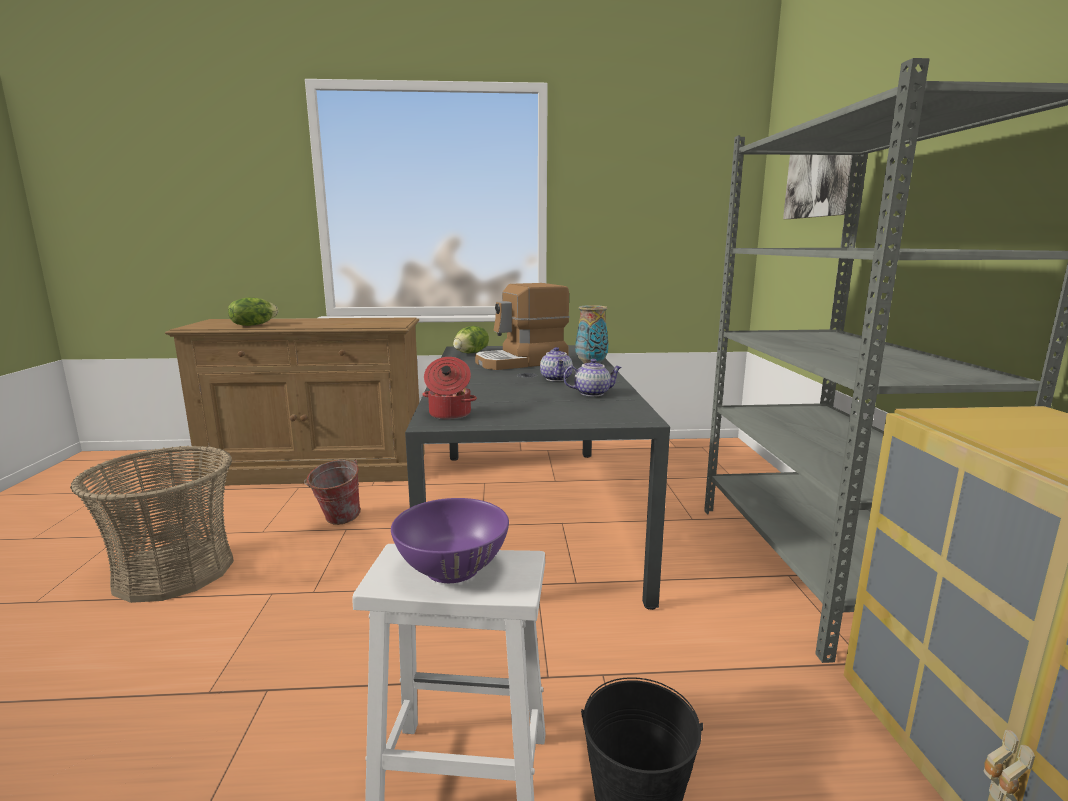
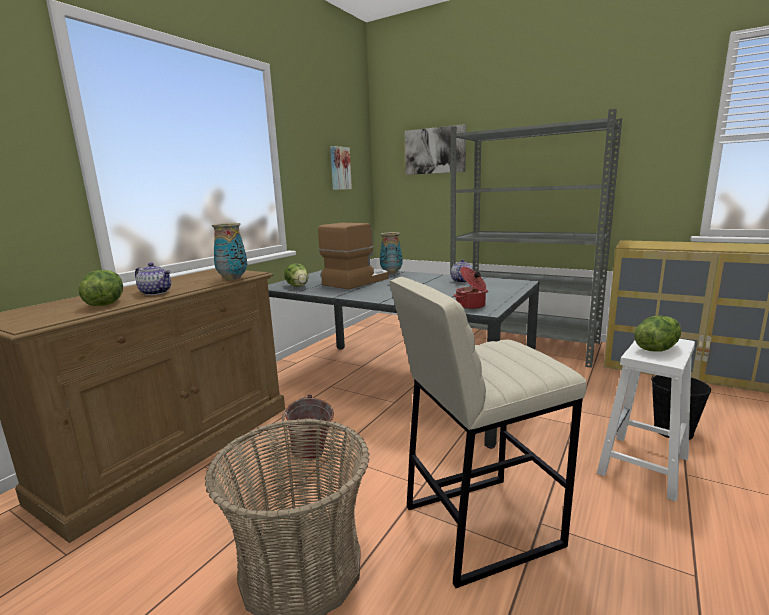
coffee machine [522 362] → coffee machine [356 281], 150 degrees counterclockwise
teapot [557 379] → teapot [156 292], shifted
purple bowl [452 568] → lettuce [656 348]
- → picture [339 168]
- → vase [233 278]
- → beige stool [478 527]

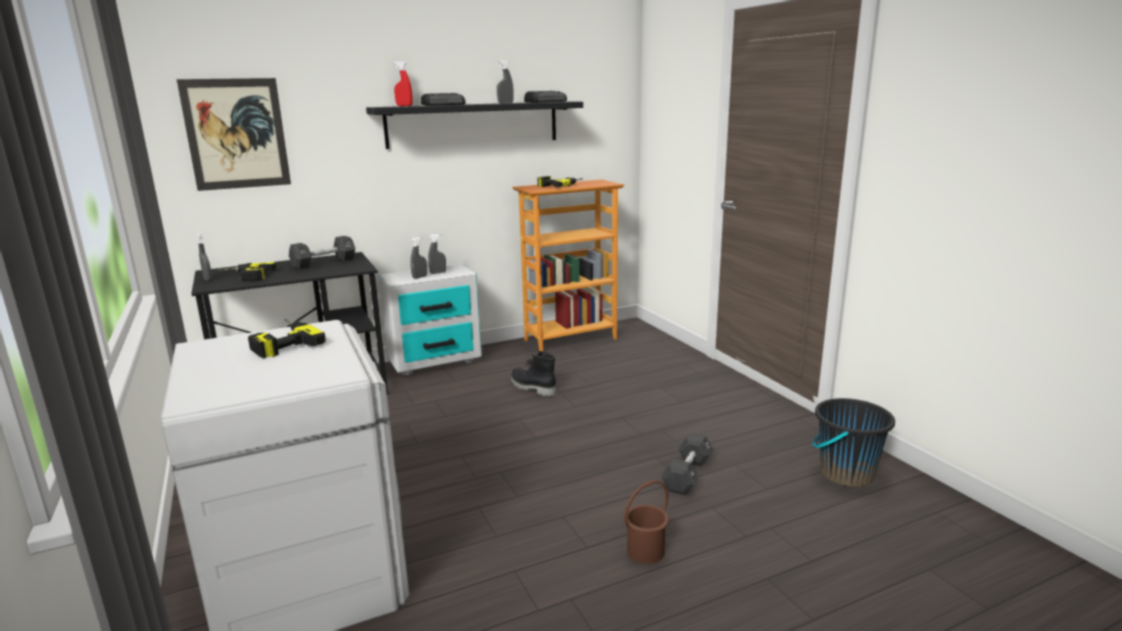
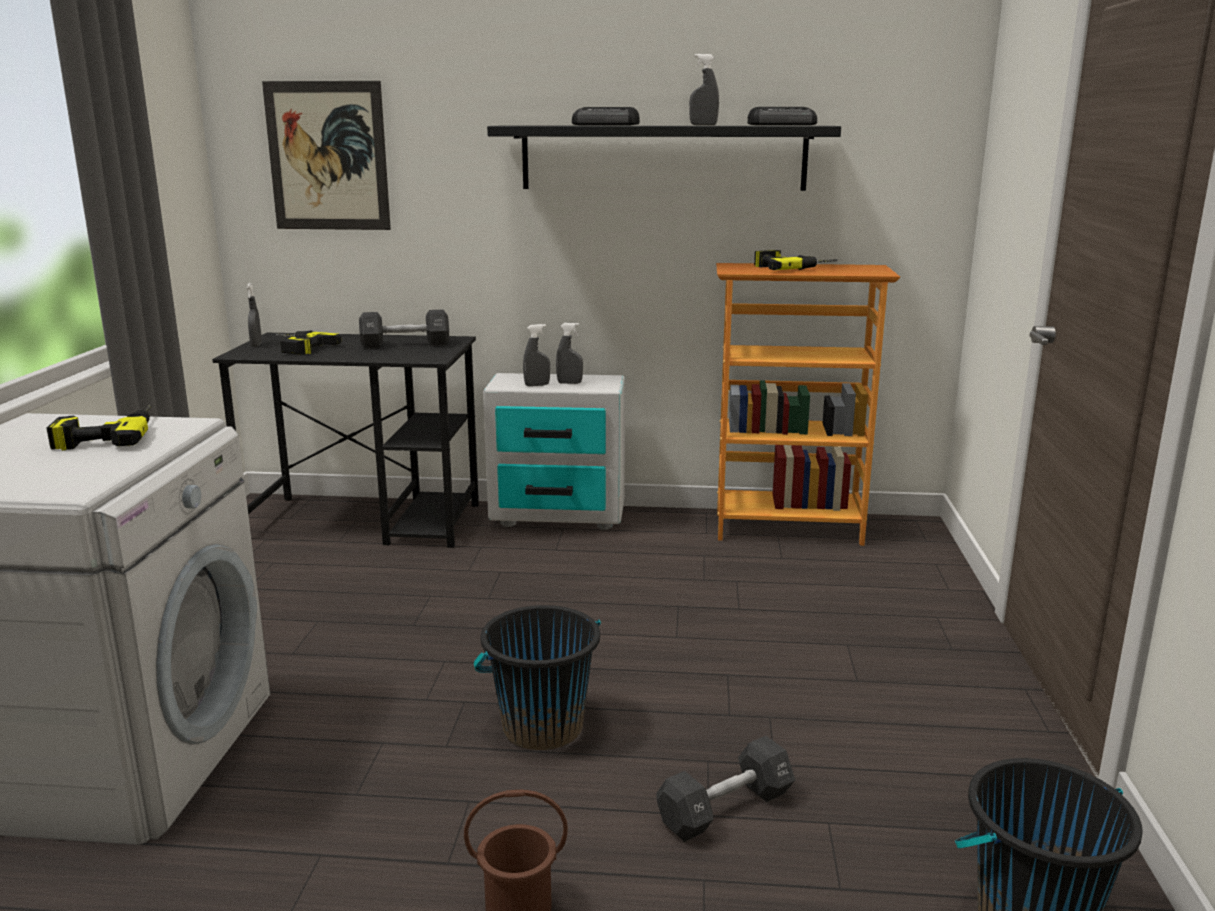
red spray bottle [404 106] → -
black boot [532 388] → -
- → black bucket [542 727]

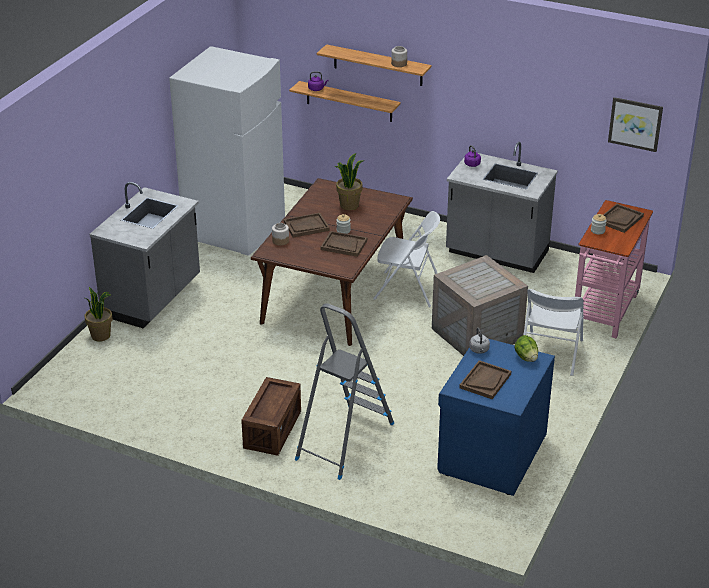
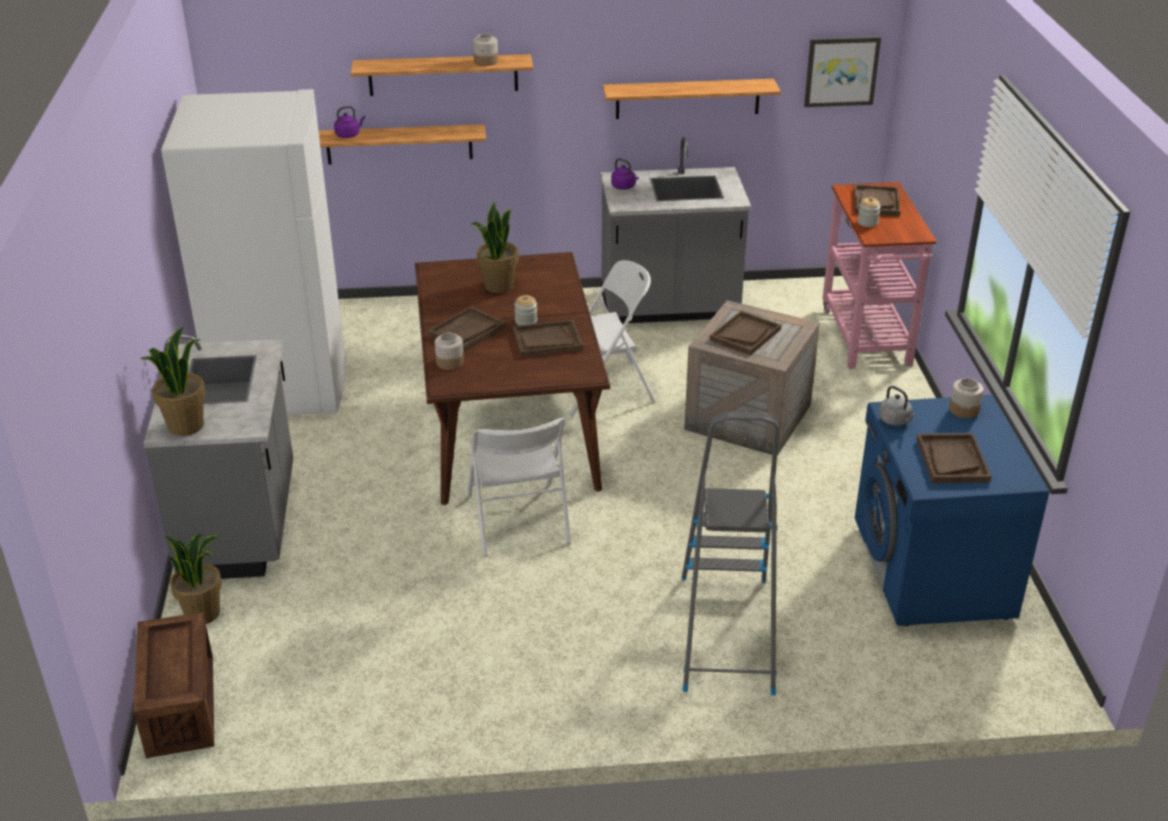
white chair [550 353] → white chair [517 519], shifted
lettuce [526 358] → jar [963 409]
crate [272 430] → crate [180 706], shifted
- → shelf [687 98]
- → brown tray [745 335]
- → potted plant [185 425]

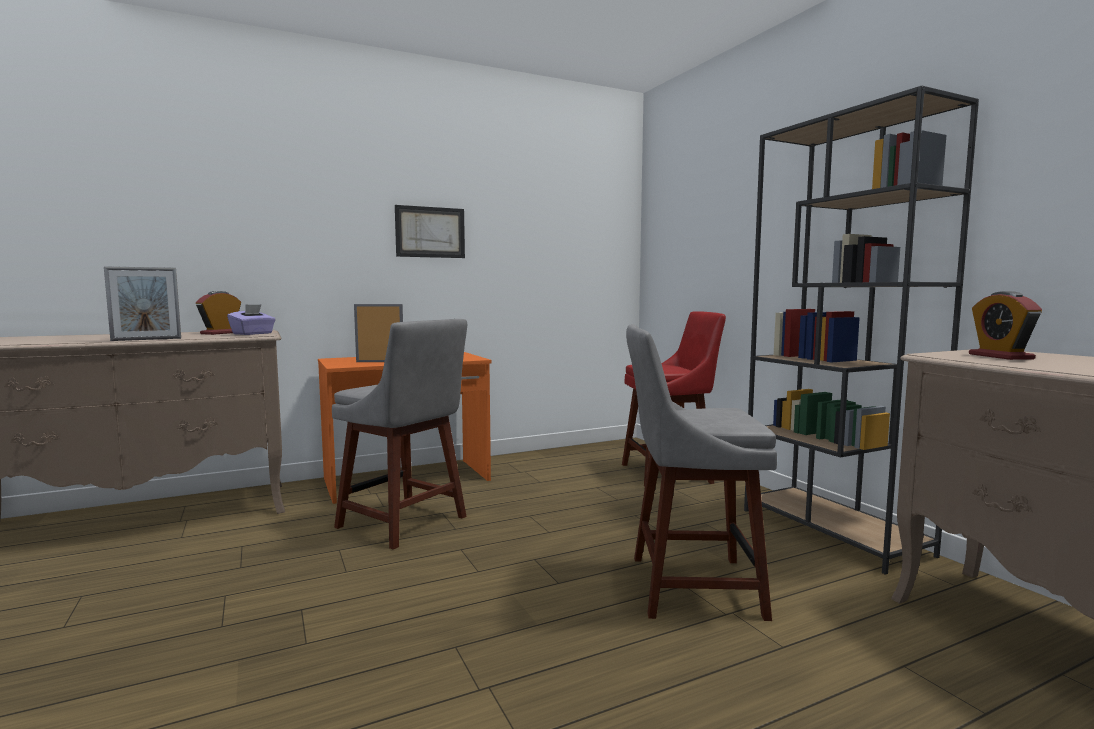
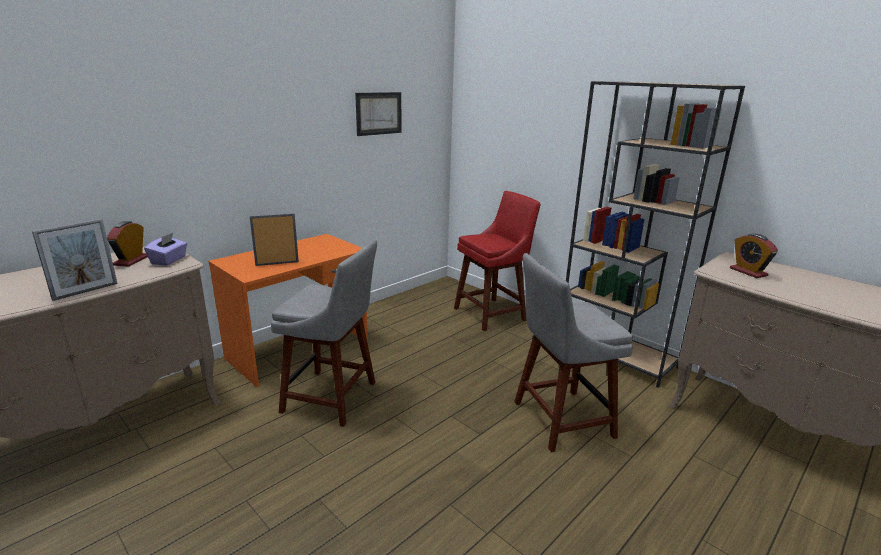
picture [430 232] → picture [378 113], shifted

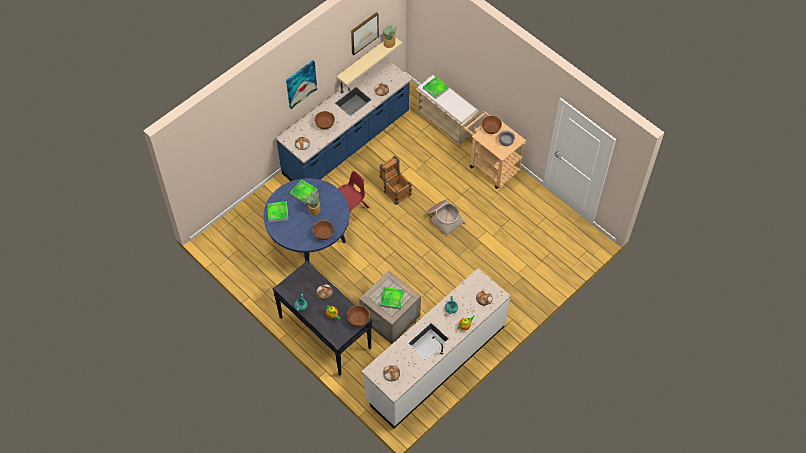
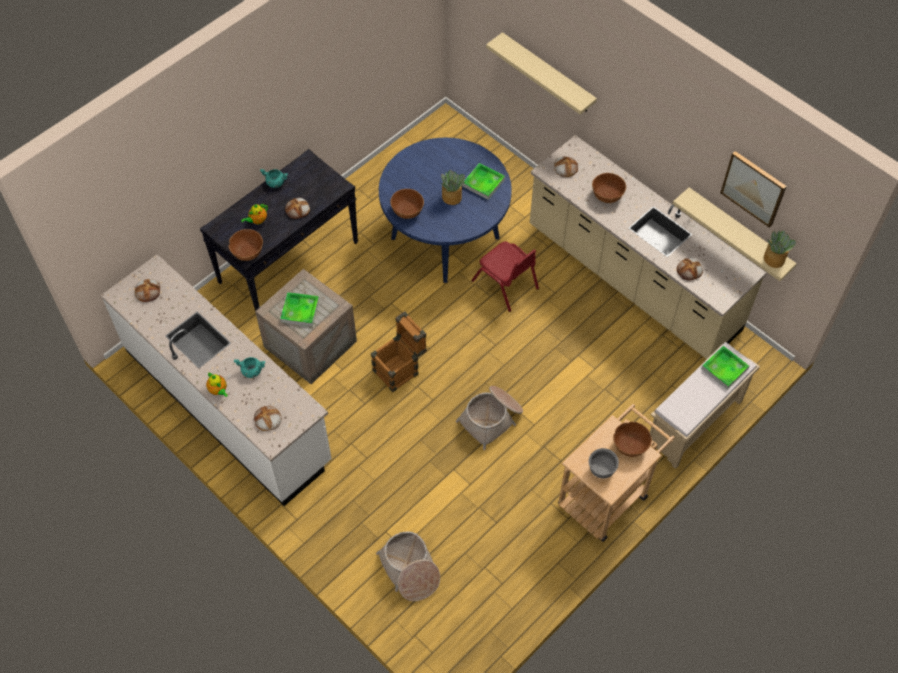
blue counter [347 144] → beige counter [632 279]
picture [301 84] → -
crate [395 191] → crate [400 369], shifted
tray [277 212] → -
- → beige shelf [547 73]
- → basket [410 570]

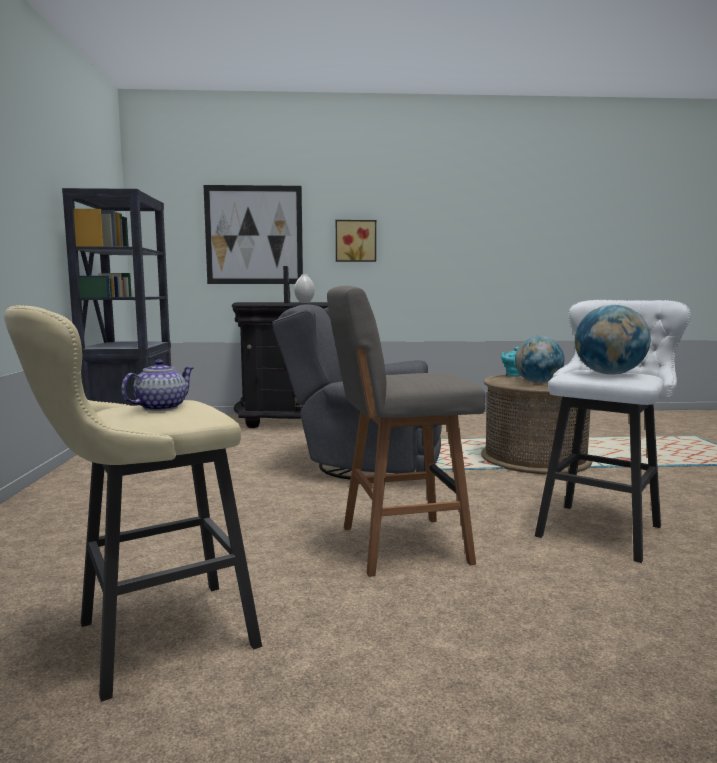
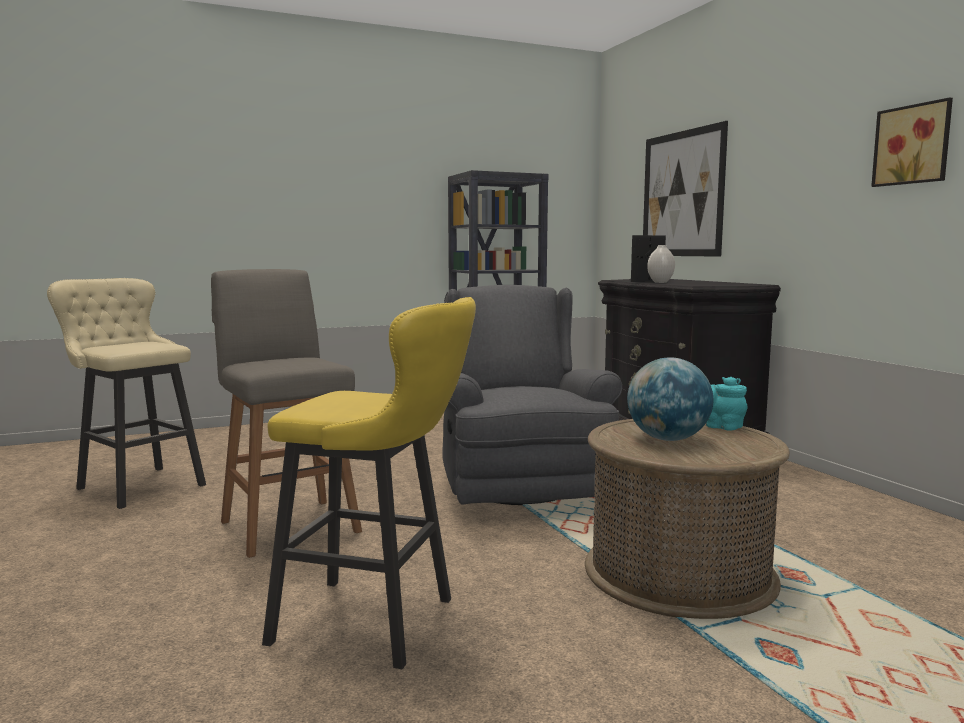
picture [355 241] → picture [913 145], shifted
white stool [603 526] → yellow stool [383 624]
globe [609 374] → -
teapot [160 407] → -

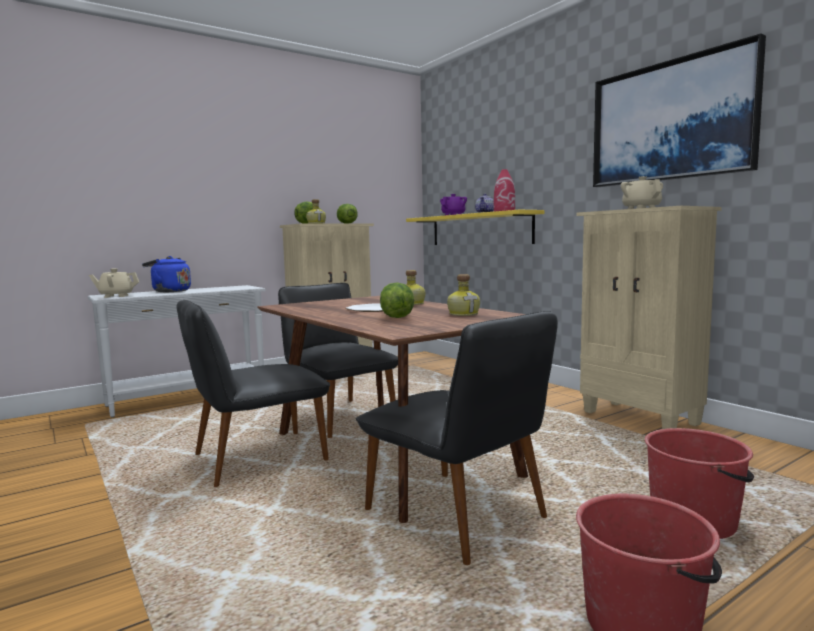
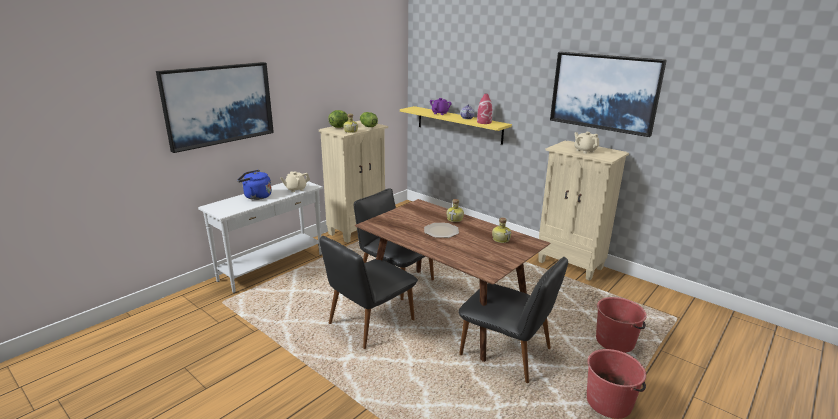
beige teapot [116 296] → beige teapot [295 189], shifted
lettuce [396 317] → -
- → picture [219 104]

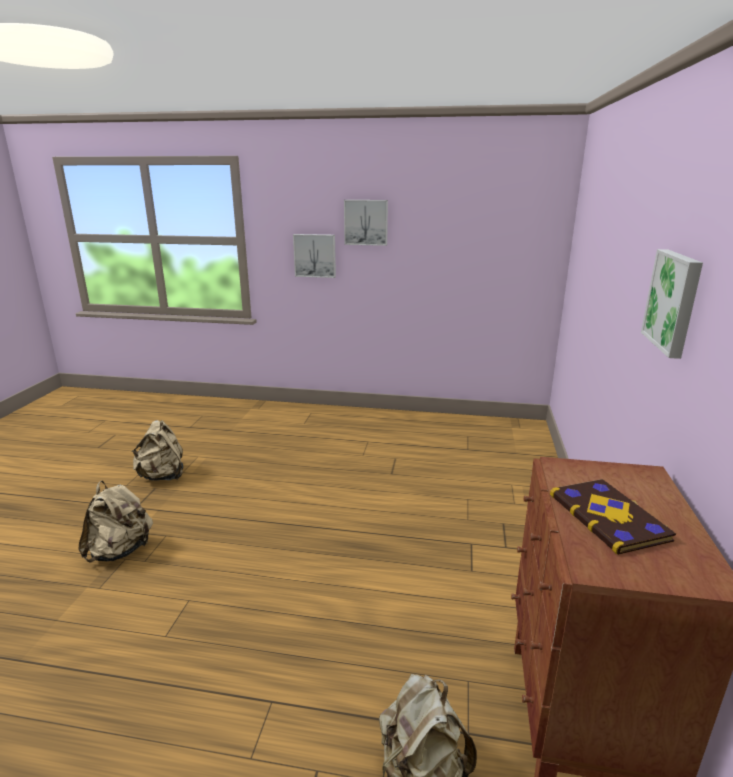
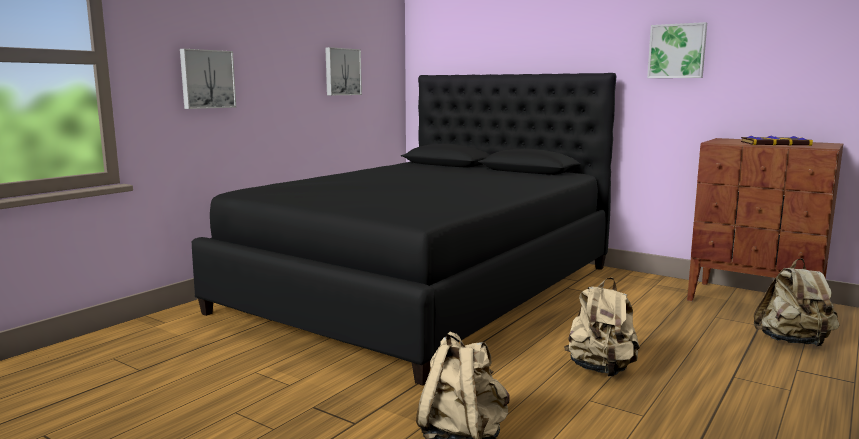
picture [366 222] → picture [342 72], shifted
beige backpack [162 476] → beige backpack [601 369], shifted
- → black bed [425 288]

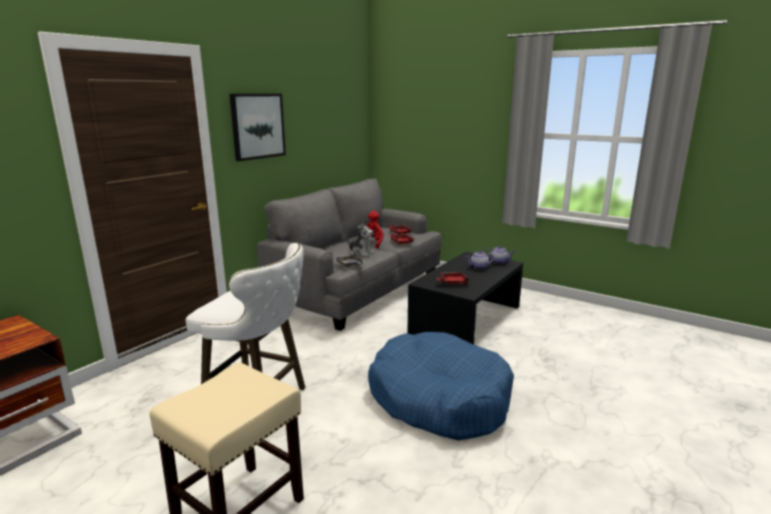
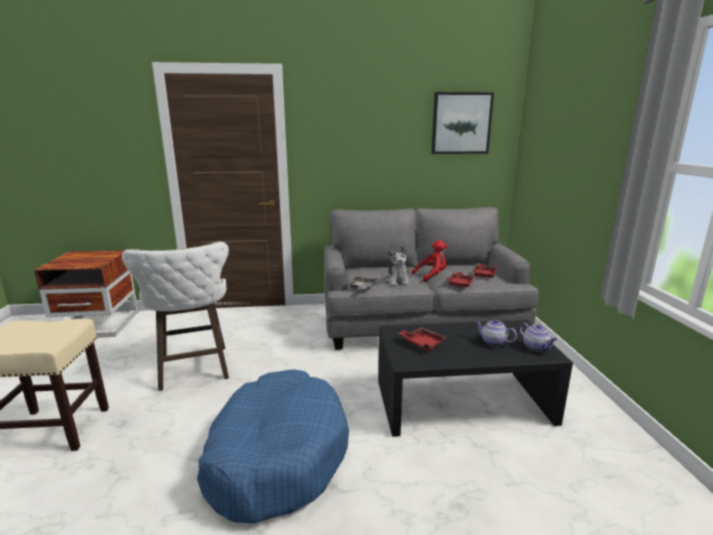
picture [257 126] → picture [461 123], shifted

